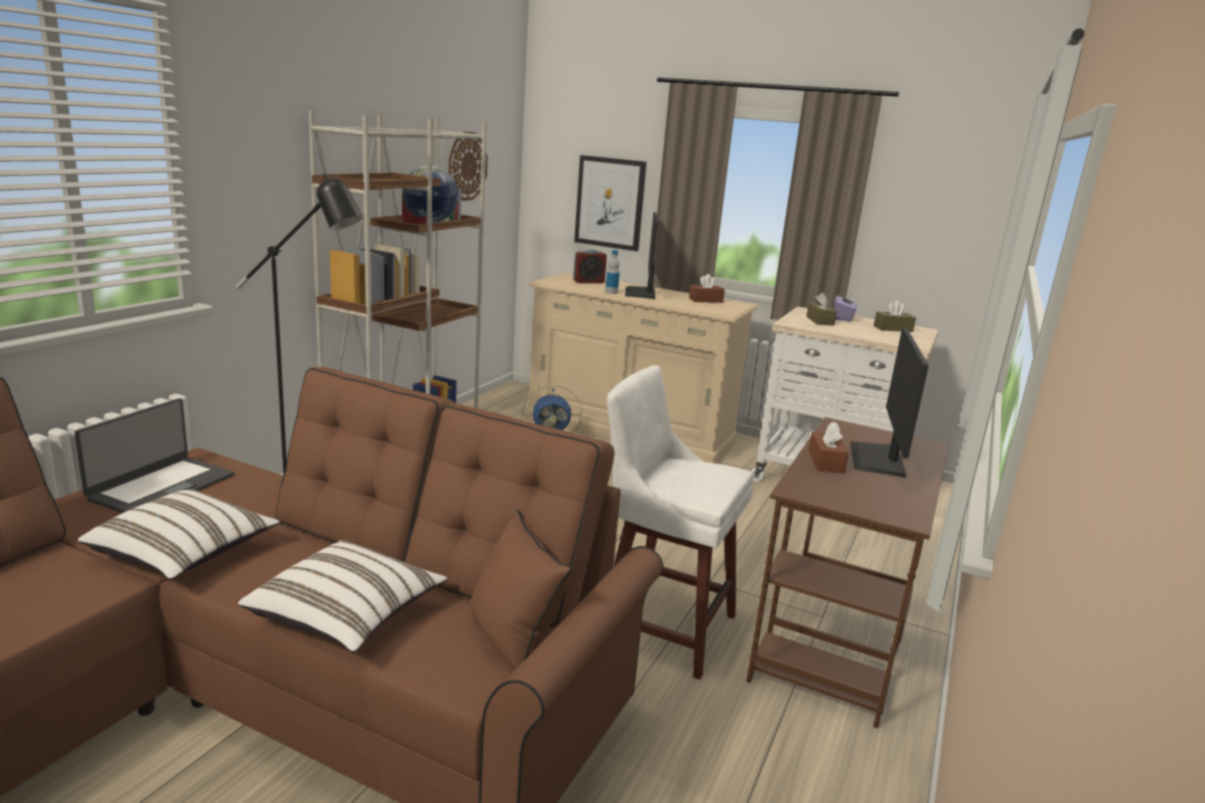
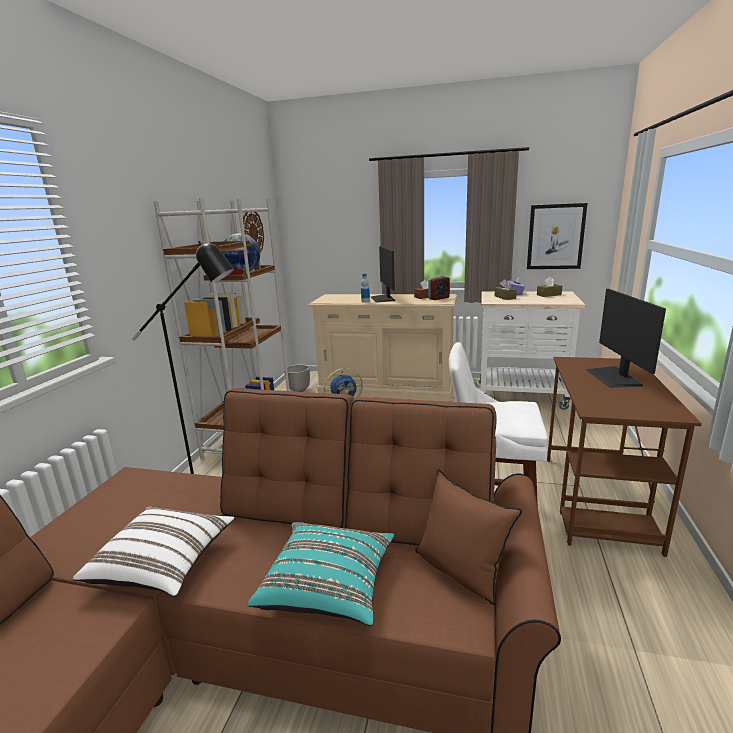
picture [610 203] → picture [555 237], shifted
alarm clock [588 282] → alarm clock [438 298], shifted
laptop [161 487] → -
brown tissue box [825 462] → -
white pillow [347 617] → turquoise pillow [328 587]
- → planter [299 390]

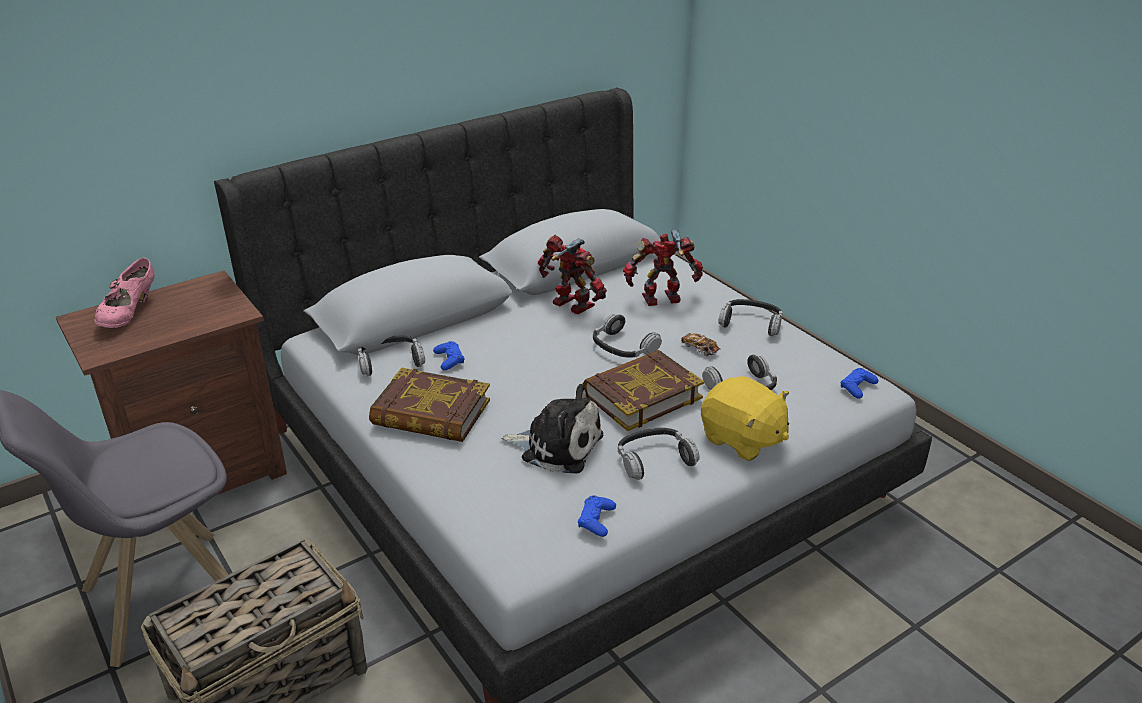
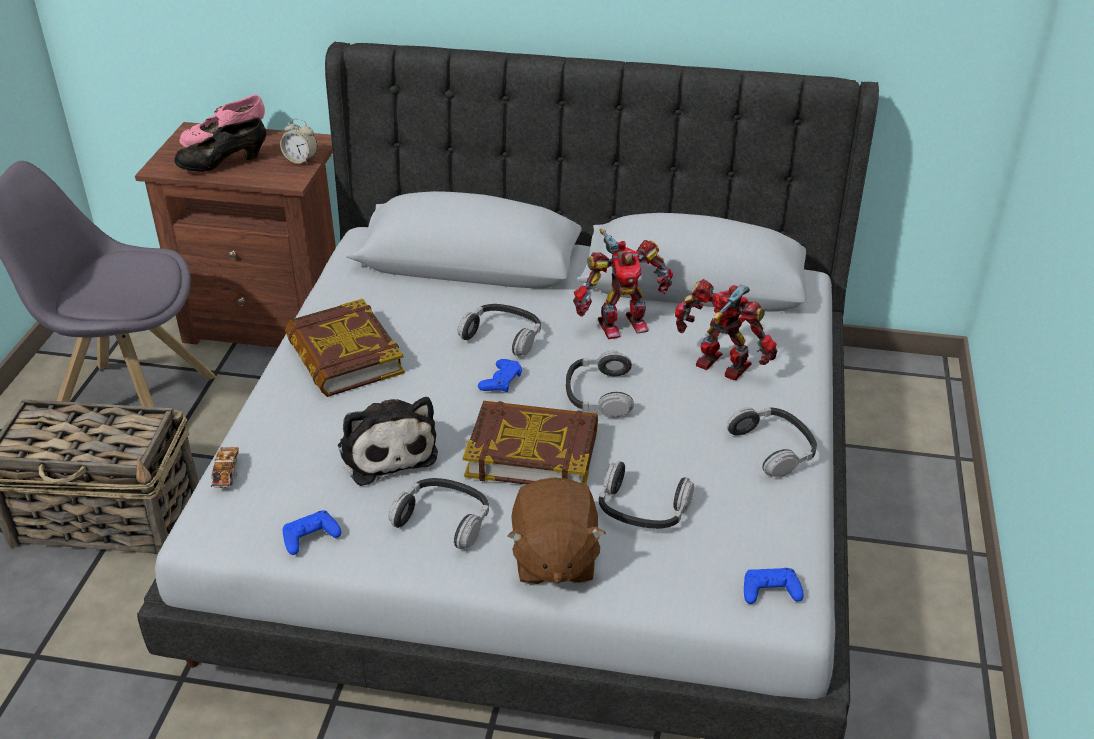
toy robot [571 306] → toy robot [621 323], 75 degrees clockwise
toy car [700 349] → toy car [226 473], shifted
headphones [390 361] → headphones [503 336], shifted
blue game controller [449 360] → blue game controller [501 381], shifted
yellow plush toy [742 439] → brown plush toy [554 558]
- → black shoe [223 165]
- → alarm clock [301 160]

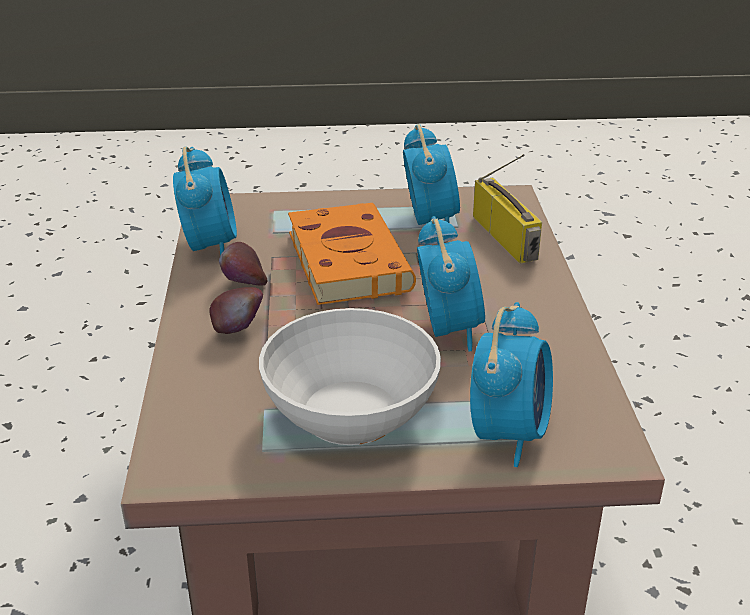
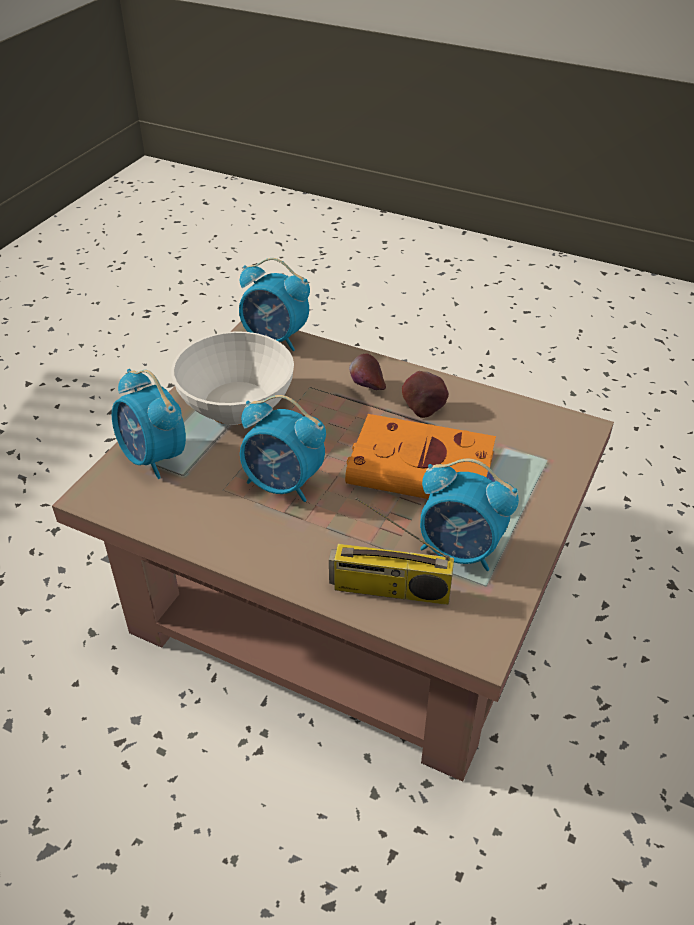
alarm clock [210 246] → alarm clock [275 339], shifted

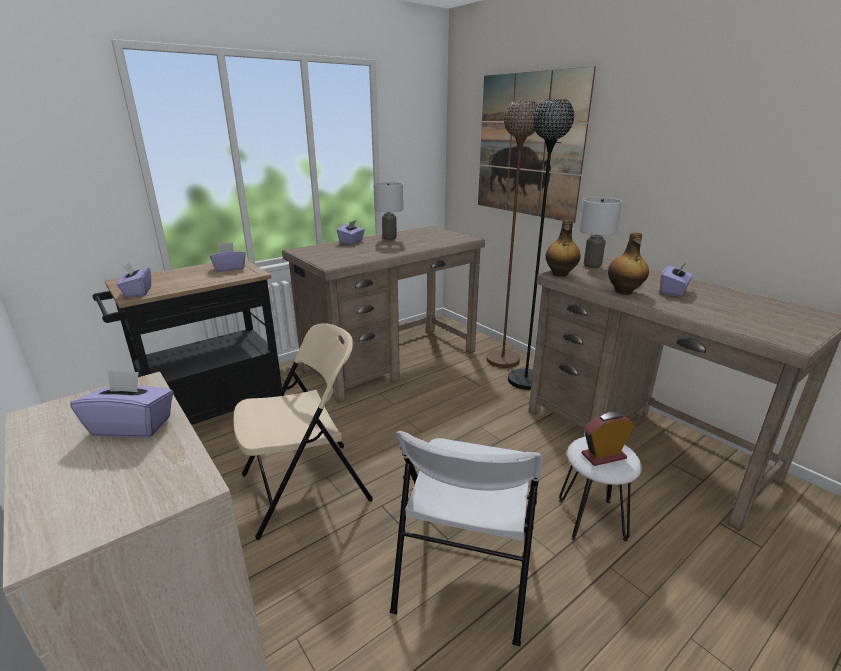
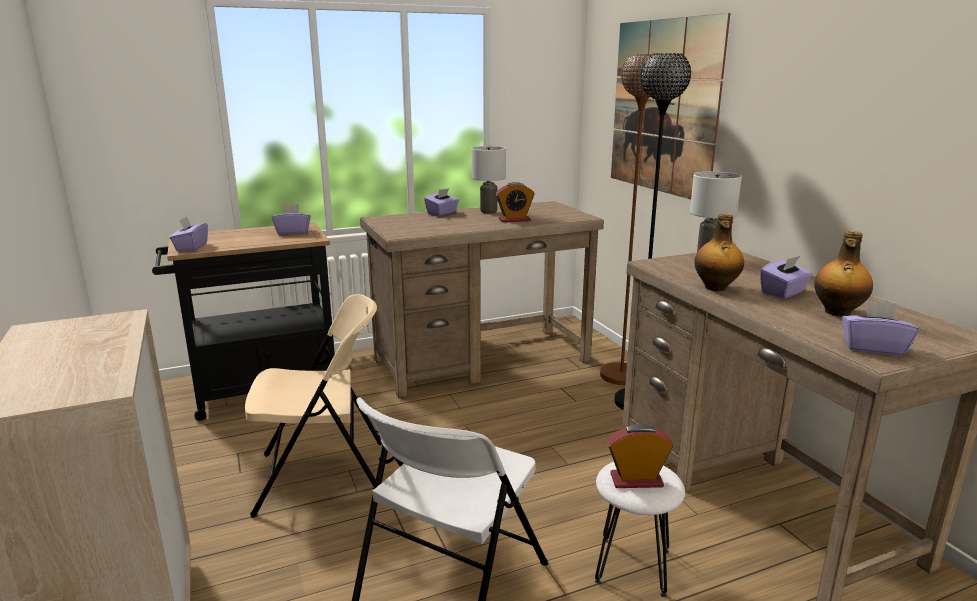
bottle [560 274] → bottle [837 312], shifted
purple tissue box [133 426] → purple tissue box [873 348], shifted
- → alarm clock [514 220]

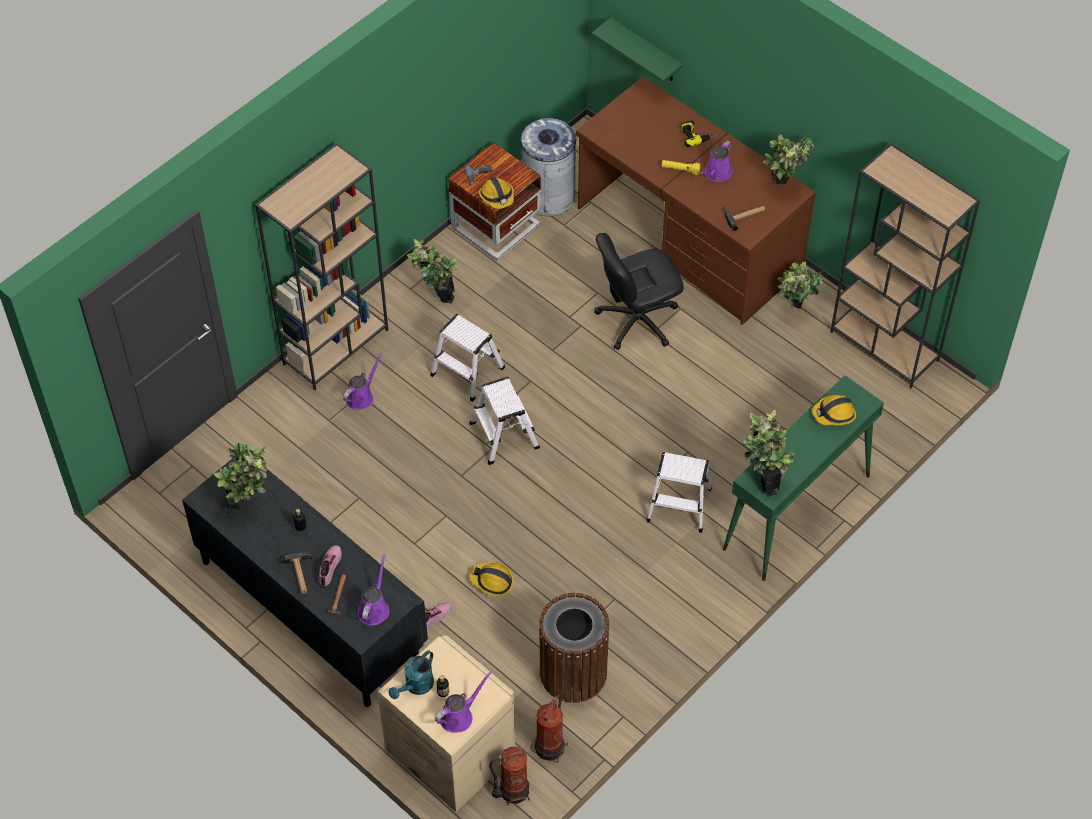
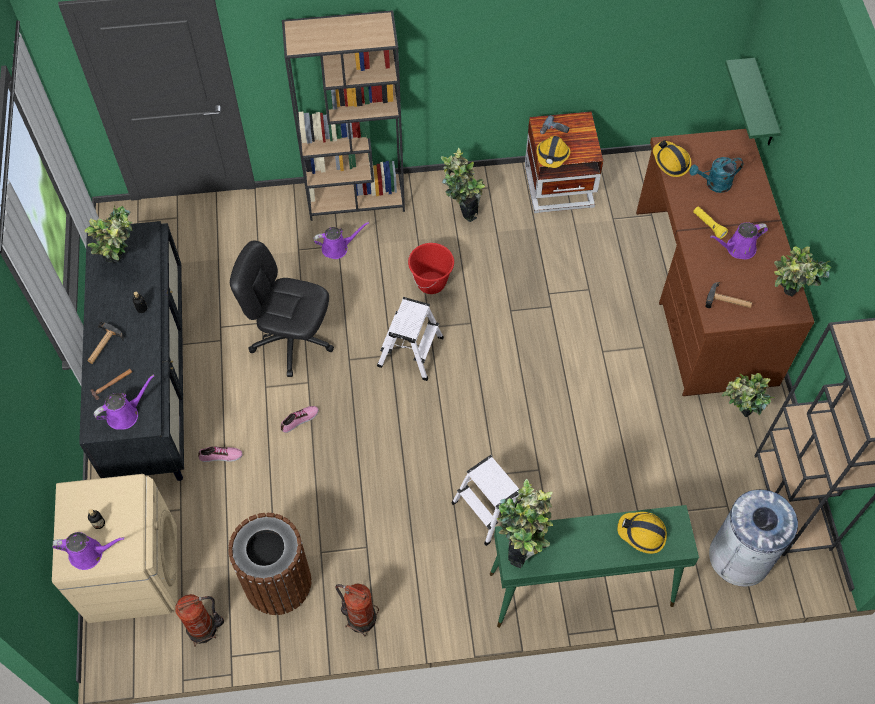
grey trash can [548 196] → grey trash can [740 556], shifted
power drill [699 134] → -
black office chair [637 319] → black office chair [292 339], shifted
white step ladder [468 371] → red bucket [431 282]
shoe [330 567] → shoe [300 420], shifted
hard hat [492 581] → hard hat [670 162], shifted
turquoise watering can [416 686] → turquoise watering can [714 184], shifted
fire extinguisher [512 790] → fire extinguisher [360 617], shifted

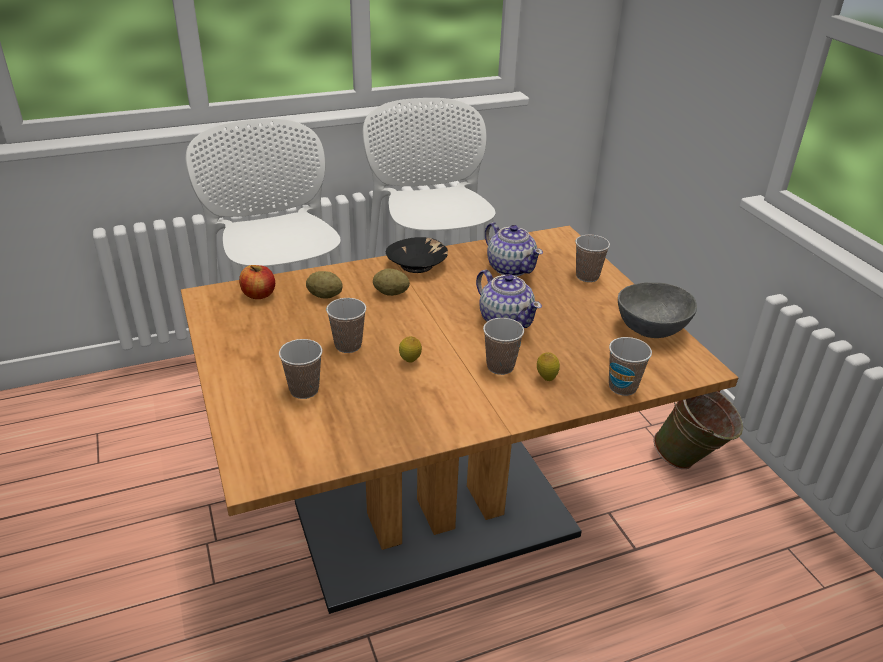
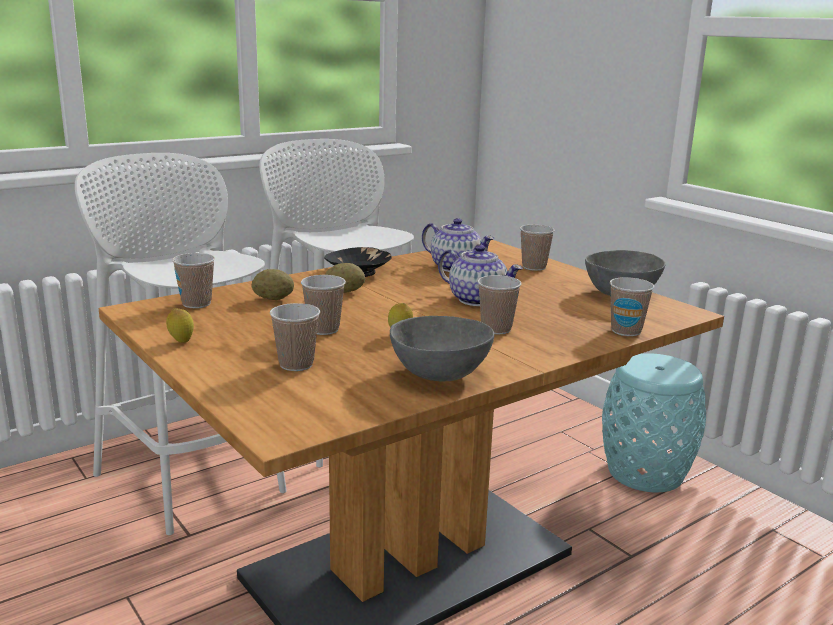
apple [259 294] → cup [196 304]
lemon [546 378] → lemon [181 342], shifted
green bucket [690 461] → turquoise stool [645 473]
- → grey bowl [441 375]

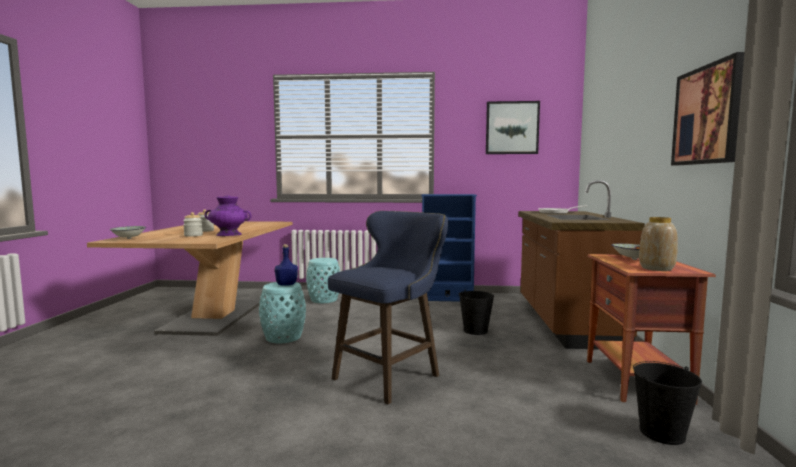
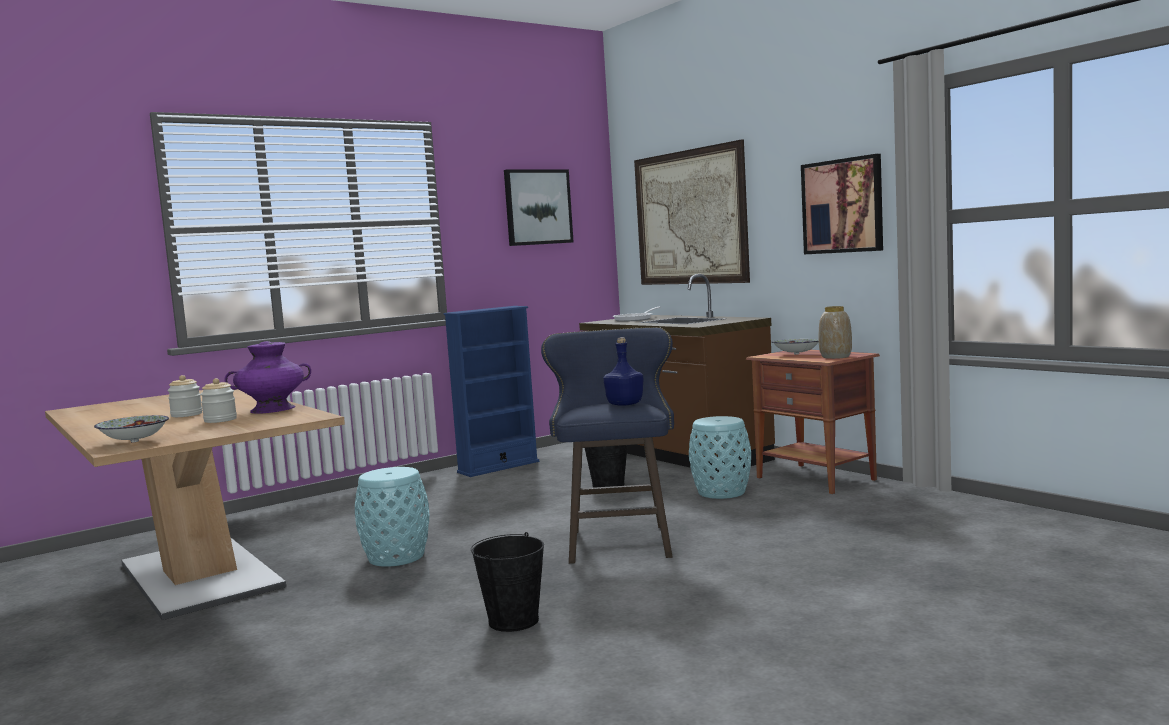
blue bottle [286 284] → blue bottle [624 404], shifted
turquoise stool [324 300] → turquoise stool [721 492], shifted
black bucket [662 433] → black bucket [514 621], shifted
- → picture [689 217]

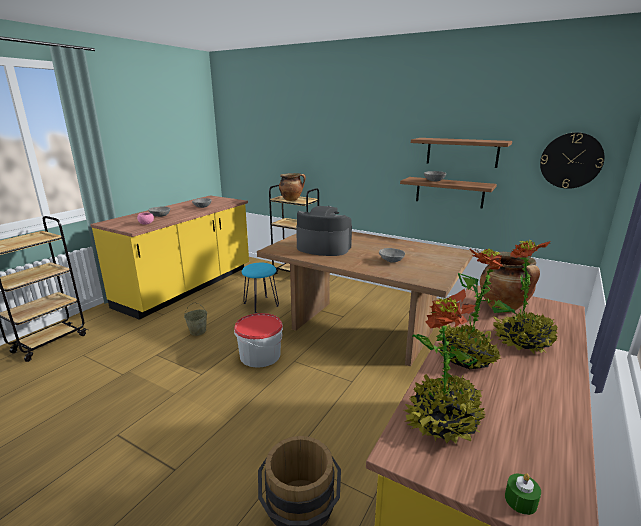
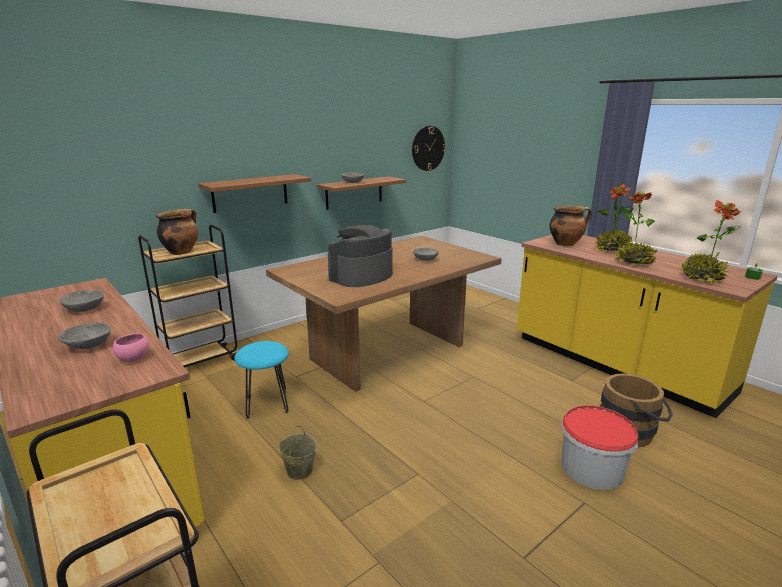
shelf [462 152] → shelf [250 193], shifted
bucket [260 355] → bucket [592 468], shifted

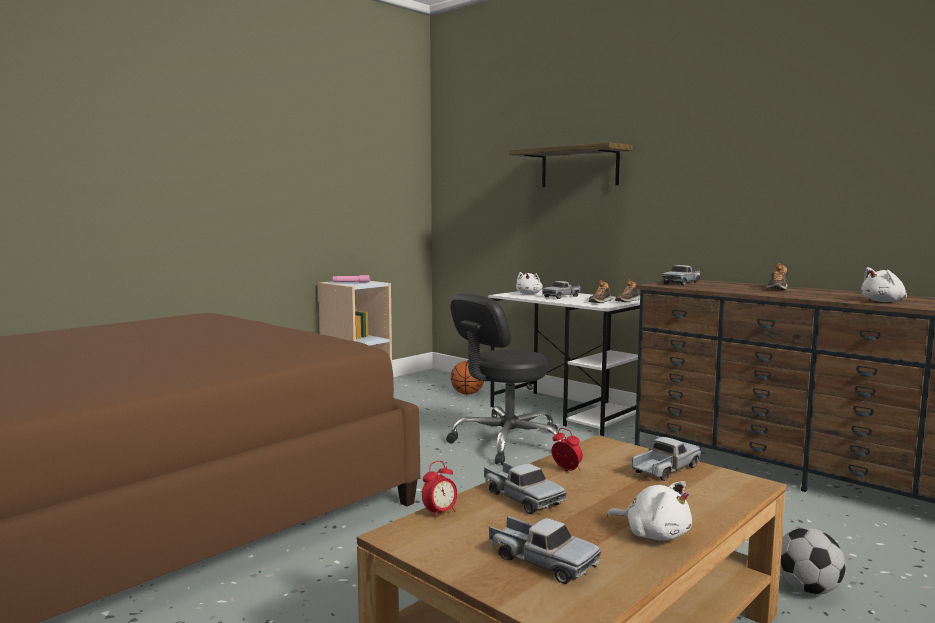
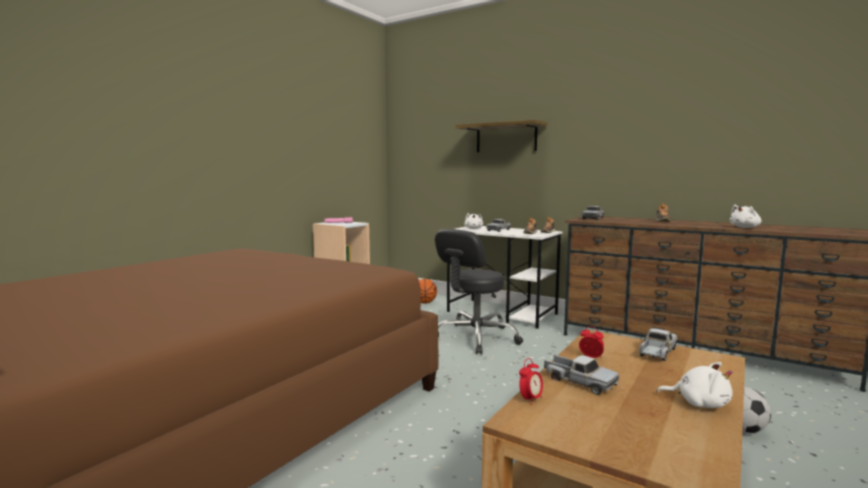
toy truck [541 561] → -

